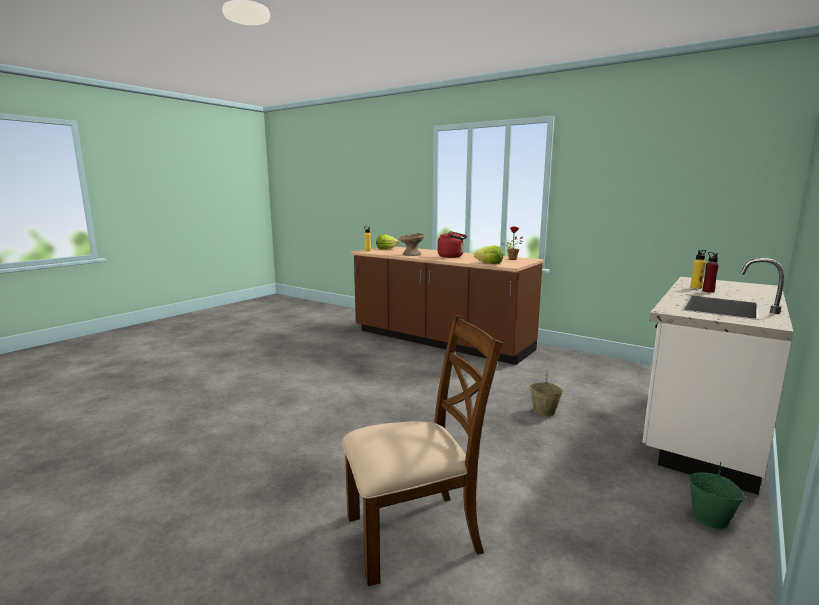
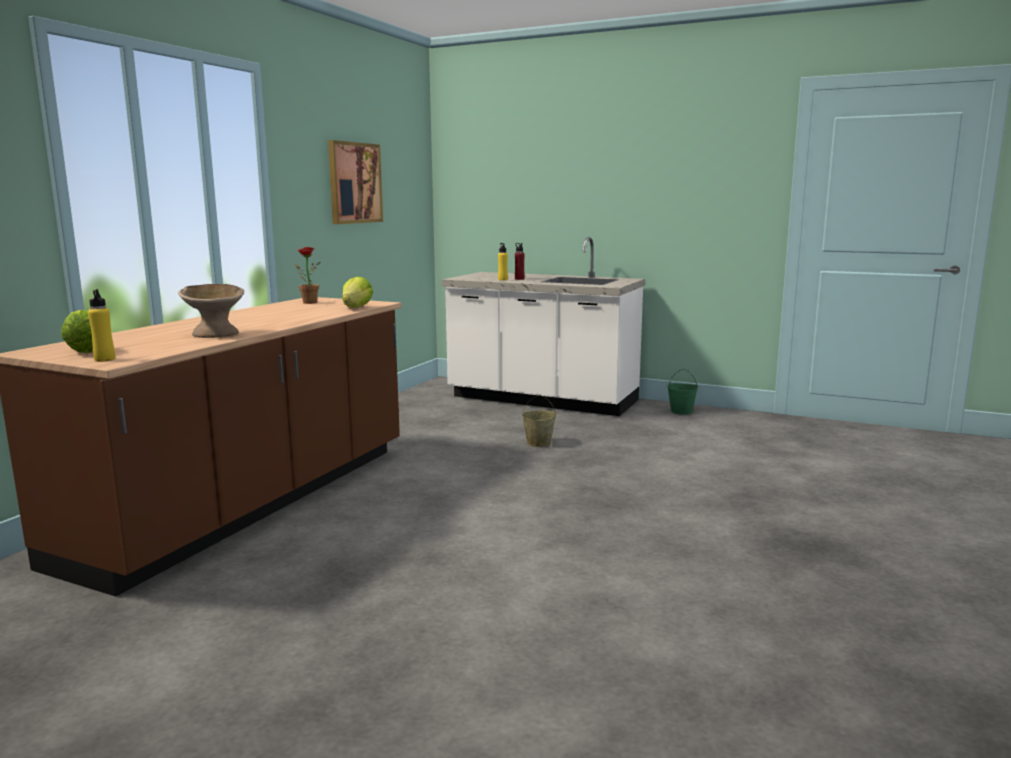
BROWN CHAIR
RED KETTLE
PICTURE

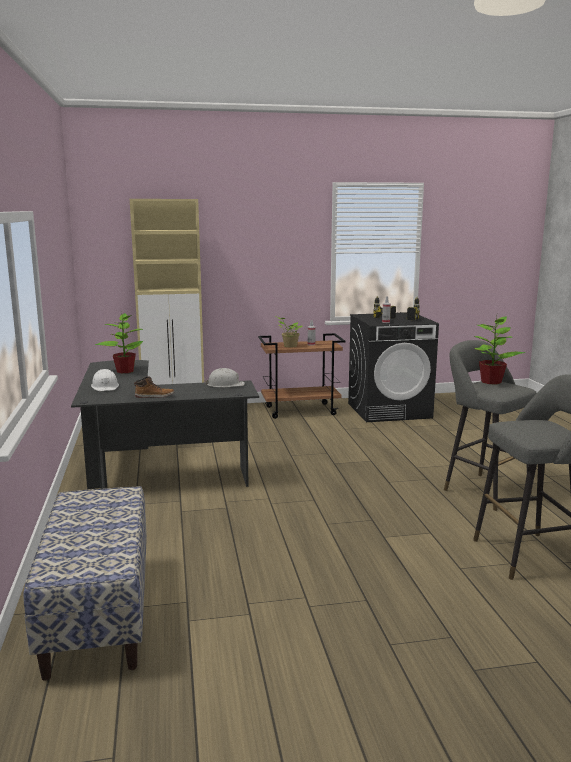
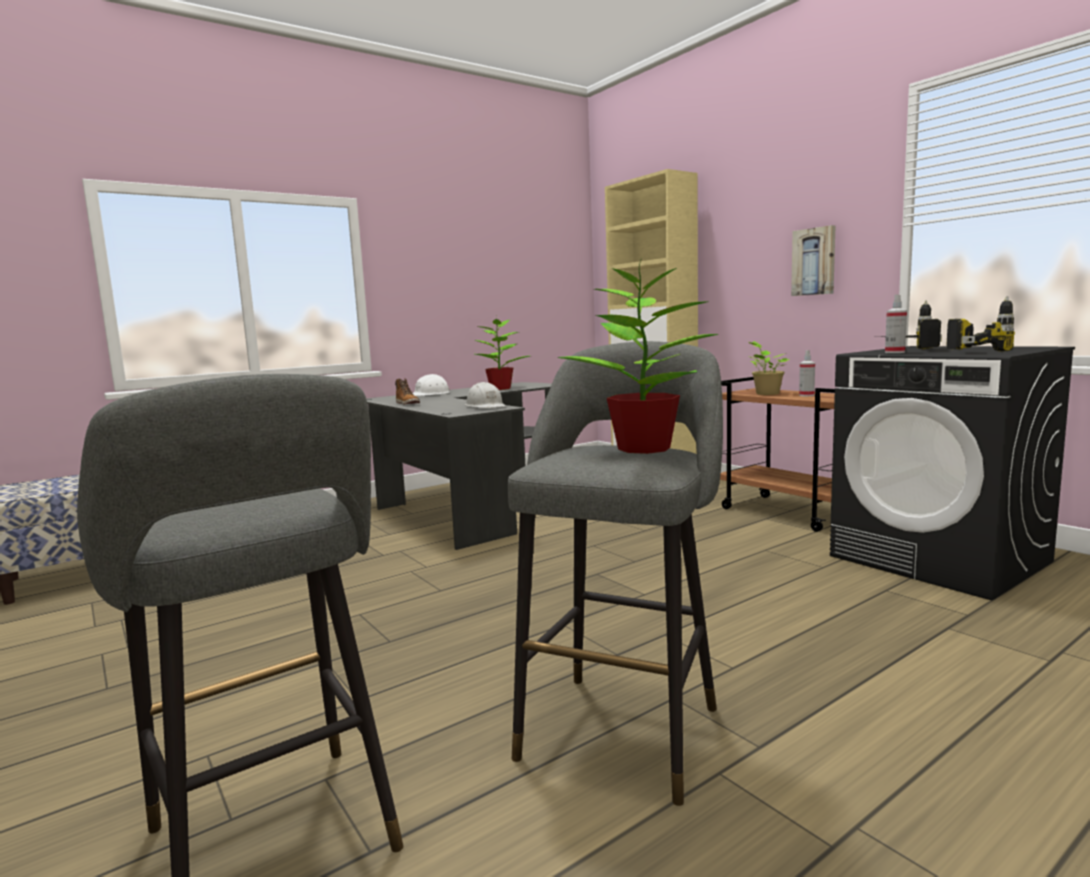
PICTURE

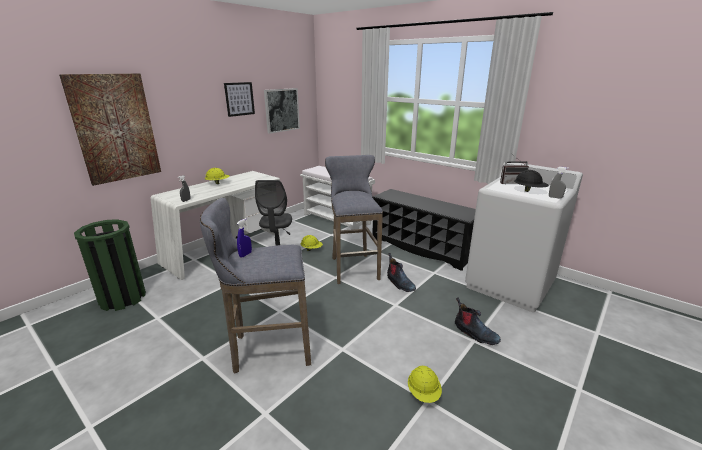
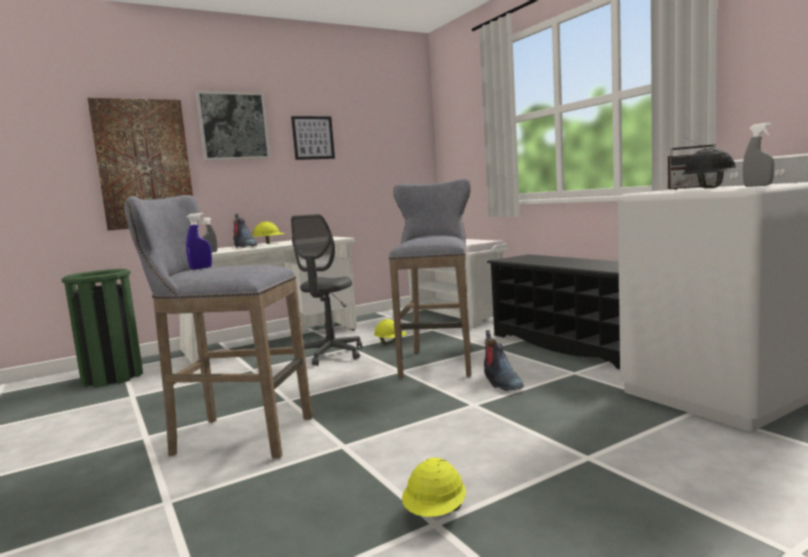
PICTURE (2nd from left)
BOOT (1st from left)

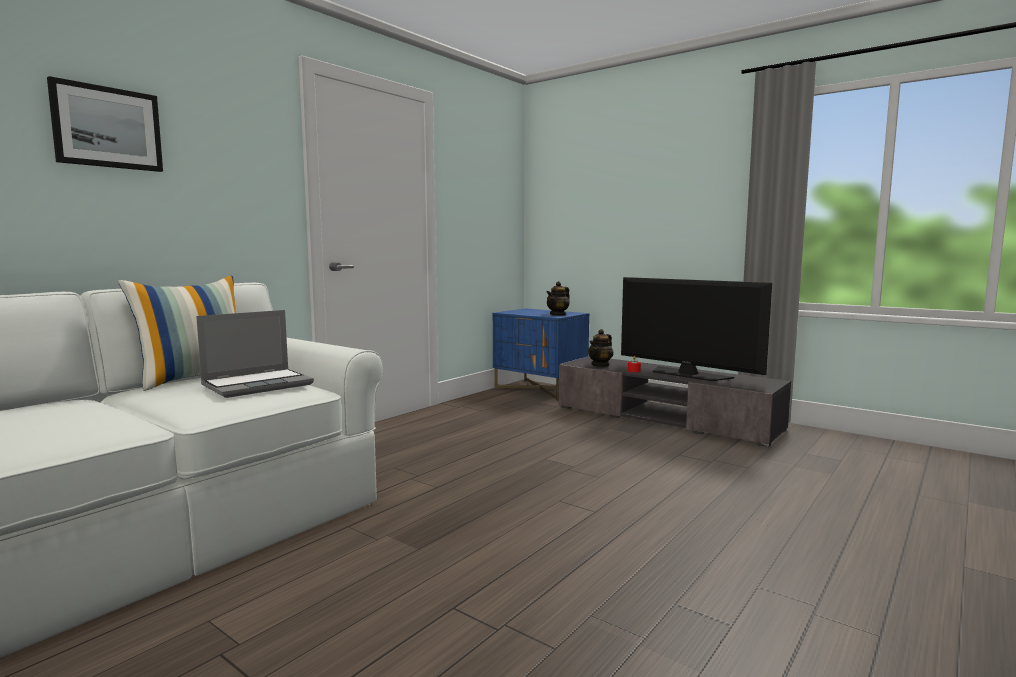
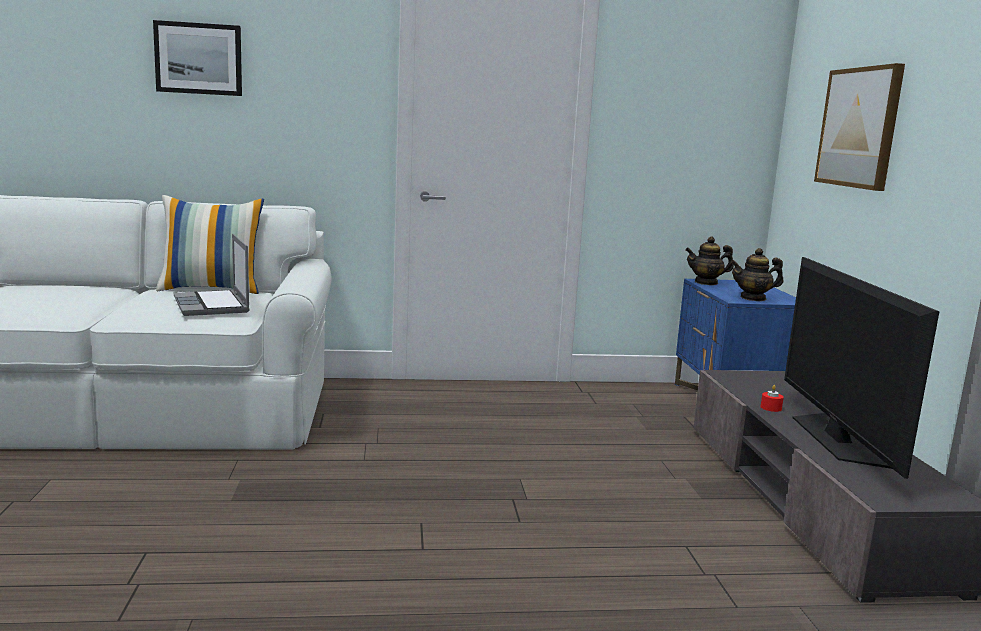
PICTURE (2nd from left)
TEAPOT (1st from left)
LAPTOP

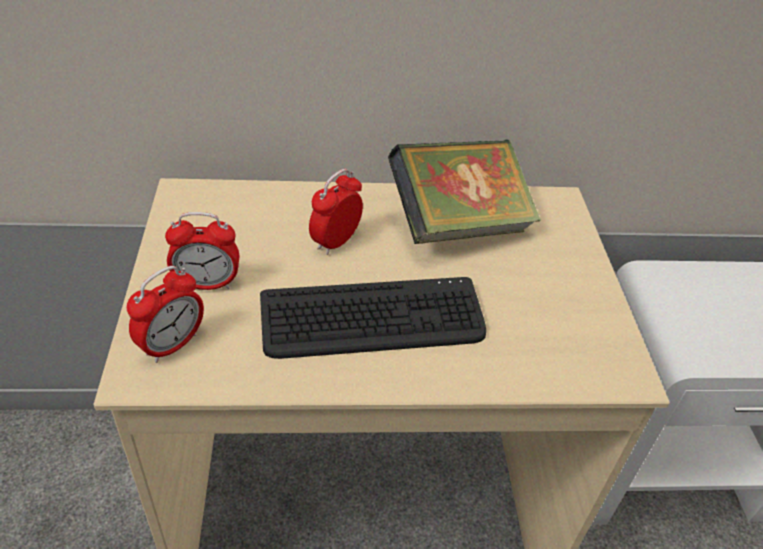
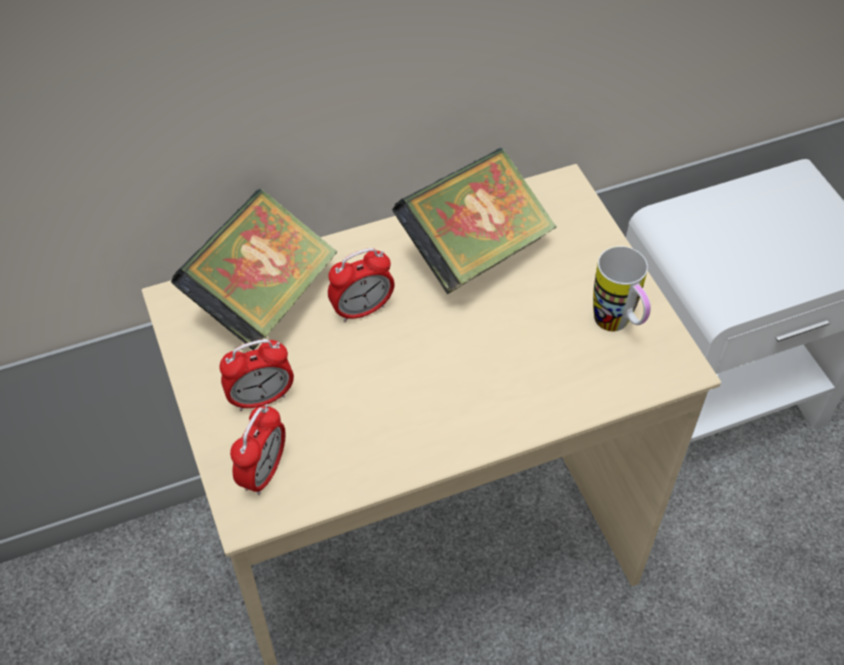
KEYBOARD
BOOK (1st from left)
MUG
ALARM CLOCK (3rd from left)

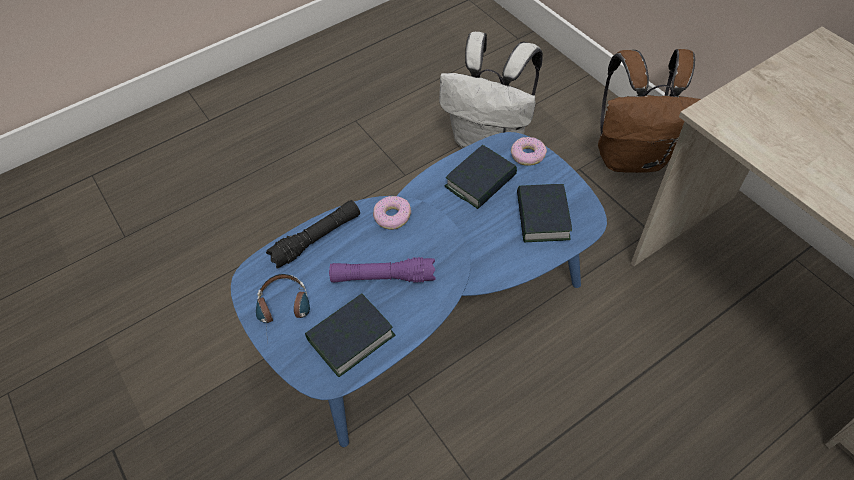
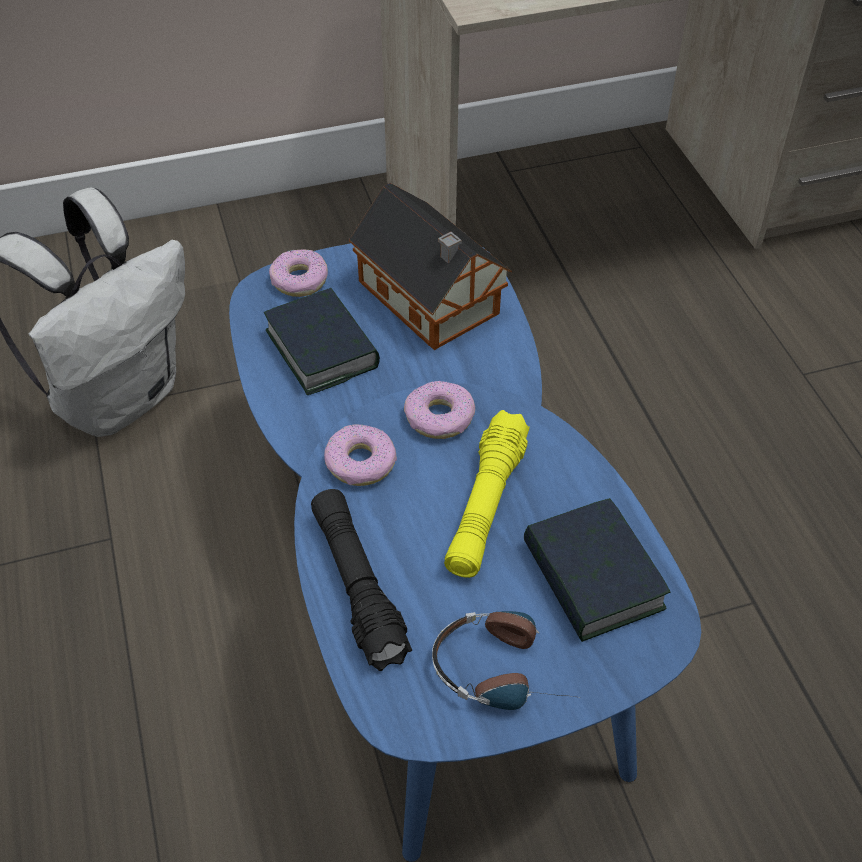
BROWN BACKPACK
DONUT (3rd from left)
TOY HOUSE
YELLOW FLASHLIGHT

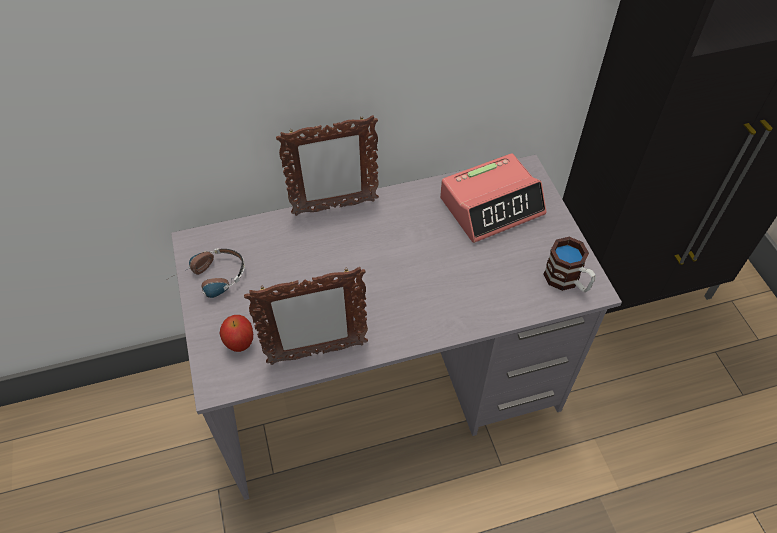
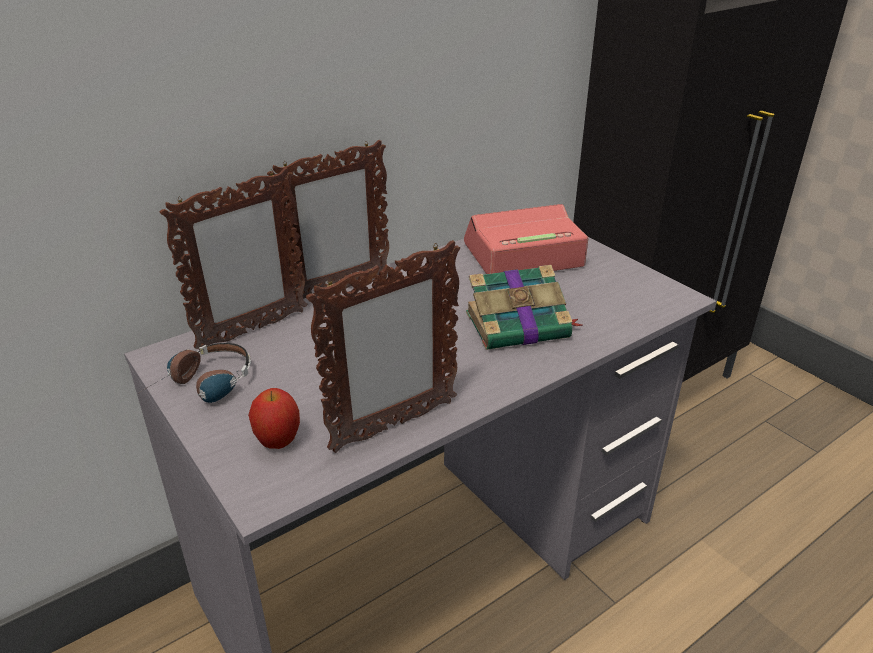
MUG
PICTURE FRAME (1st from left)
BOOK
ALARM CLOCK

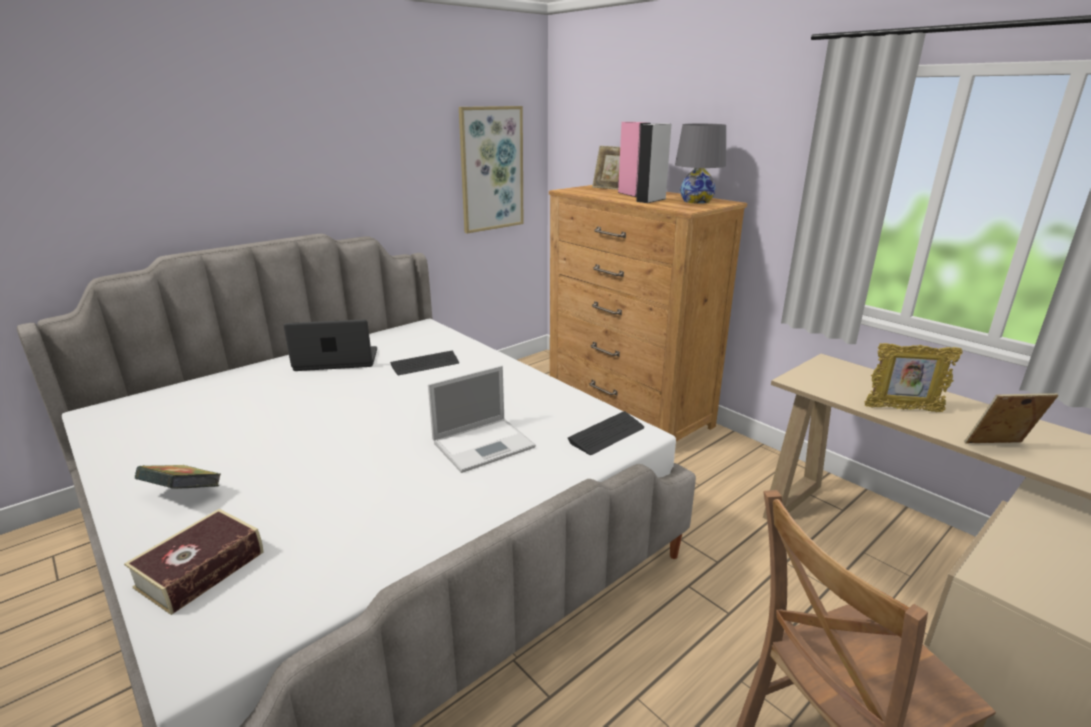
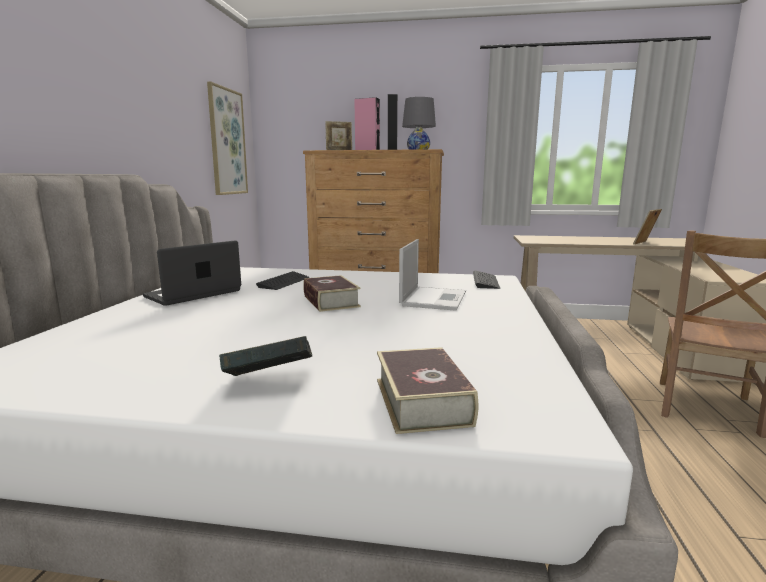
PICTURE FRAME (2nd from left in the first image)
BOOK (2nd from left)

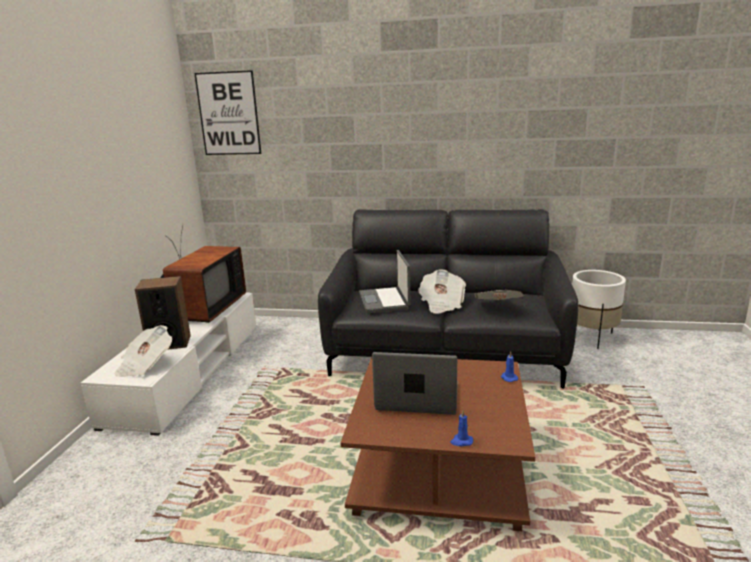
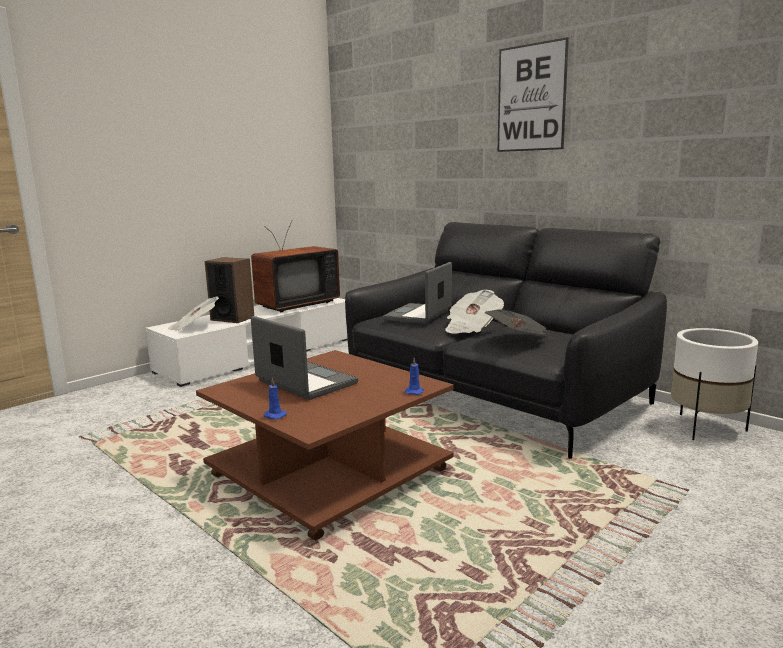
PICTURE

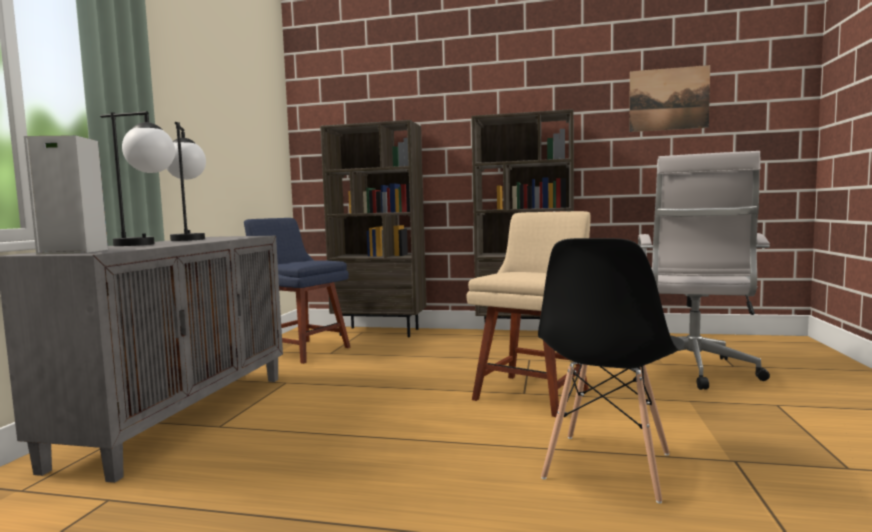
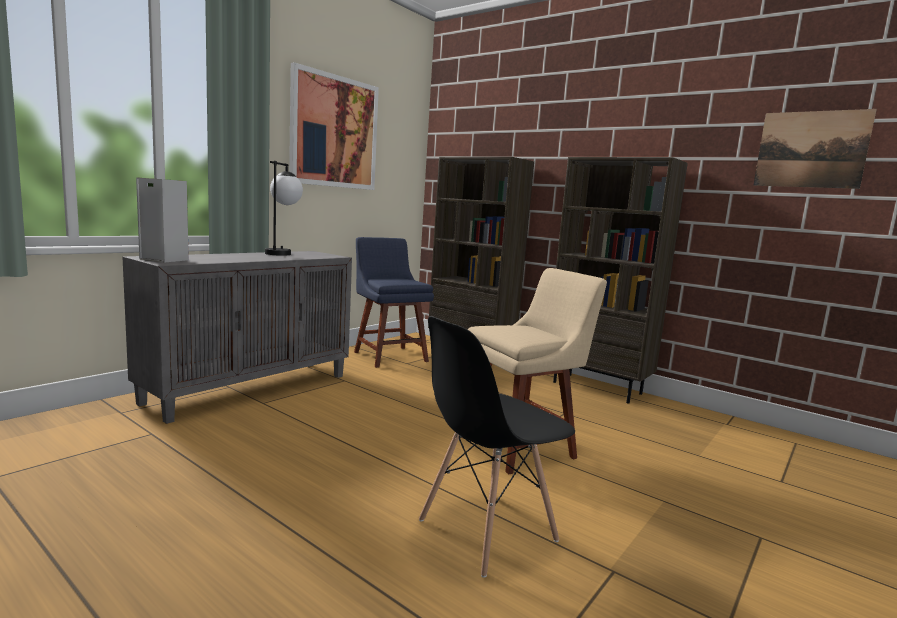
TABLE LAMP (1st from left in the first image)
WHITE OFFICE CHAIR
PICTURE (1st from left)

